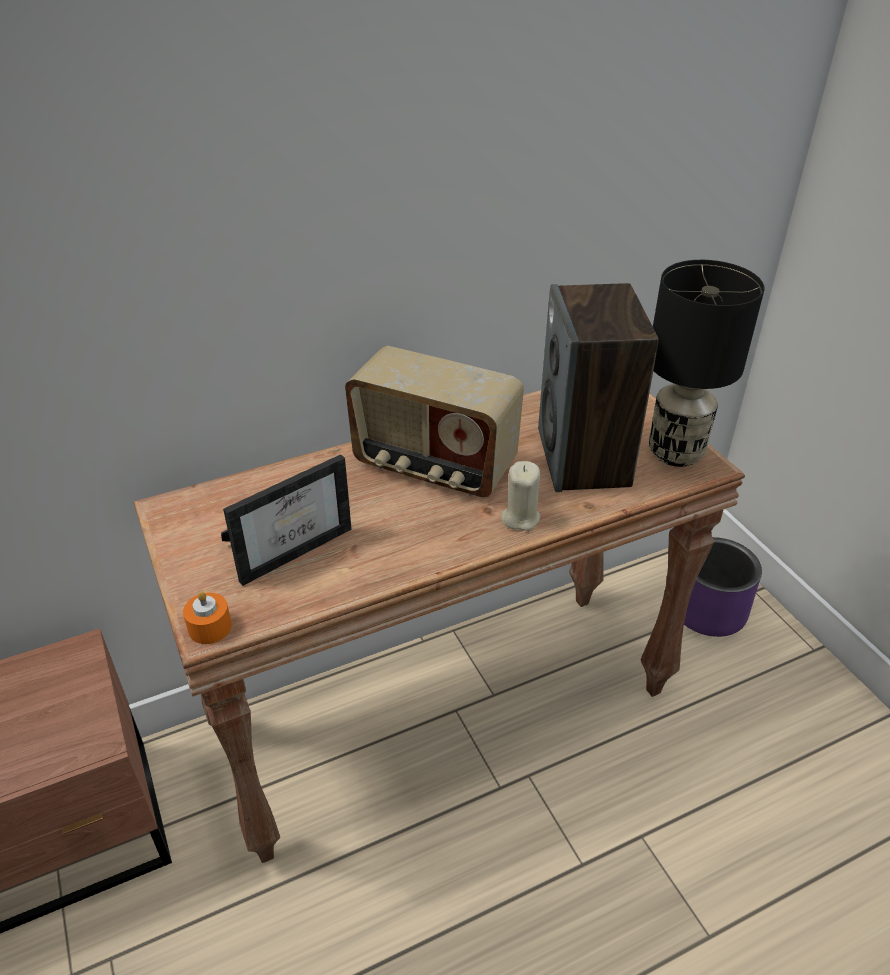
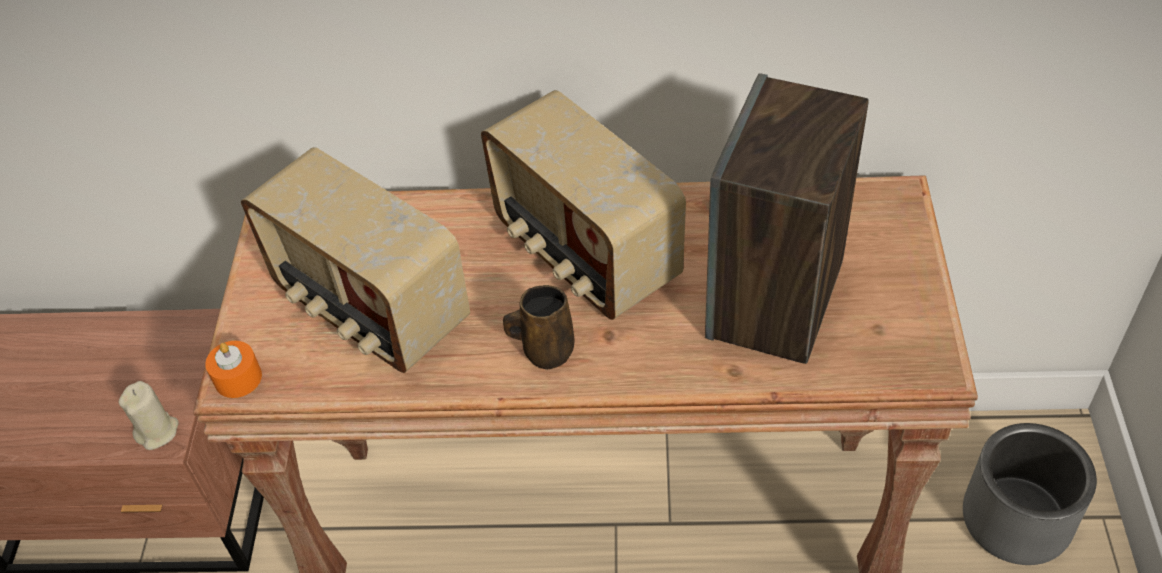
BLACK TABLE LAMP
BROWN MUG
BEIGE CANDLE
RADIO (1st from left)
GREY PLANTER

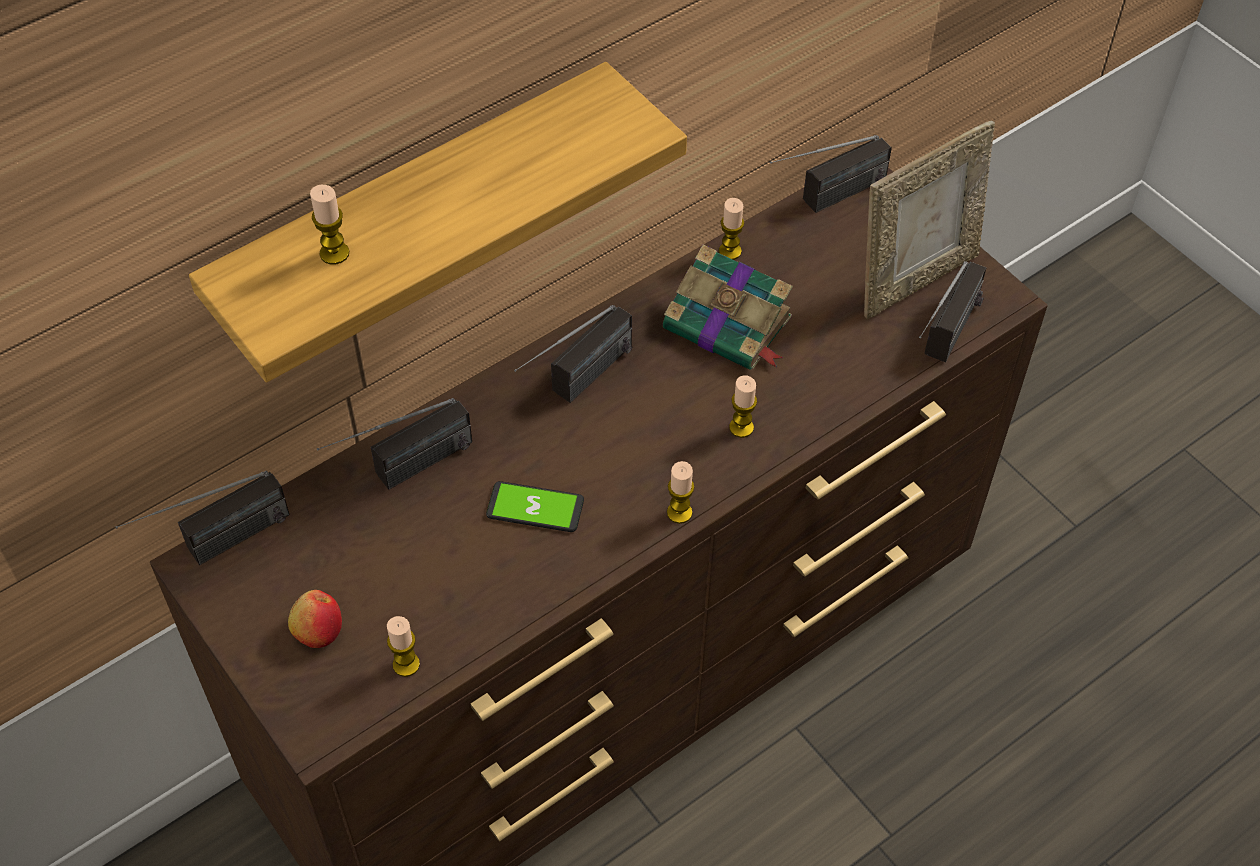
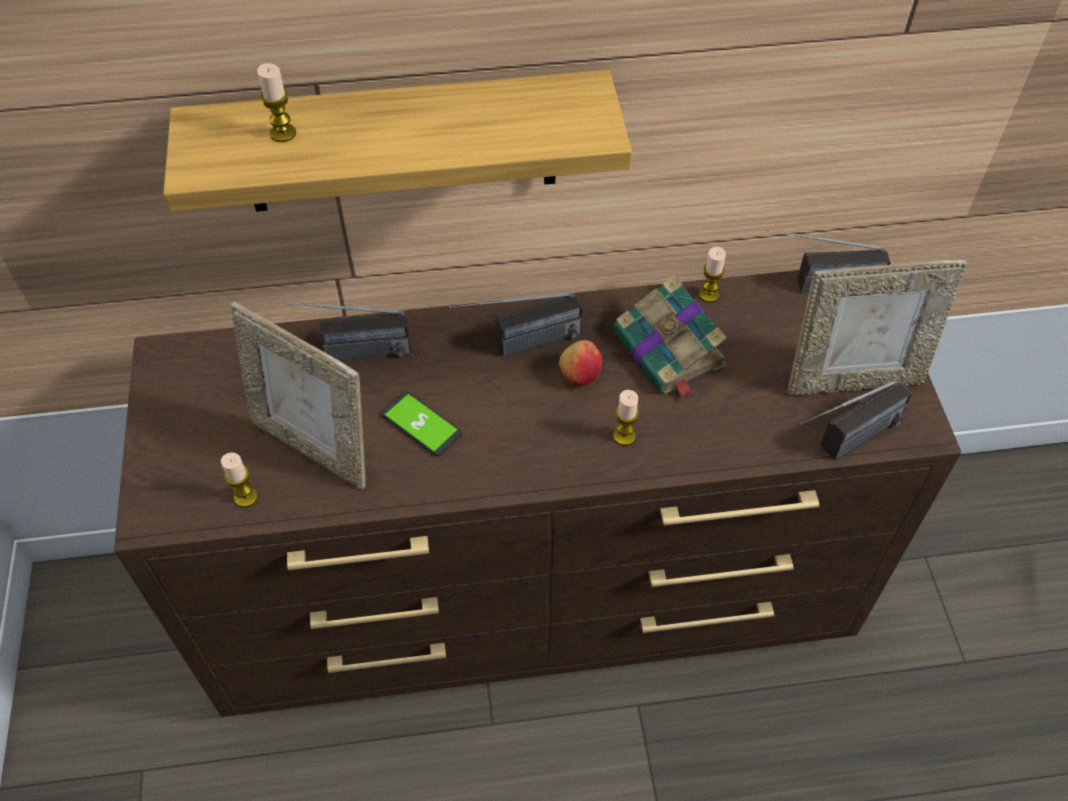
RADIO (1st from left in the first image)
CANDLE (3rd from left in the first image)
PICTURE FRAME (1st from left)
APPLE

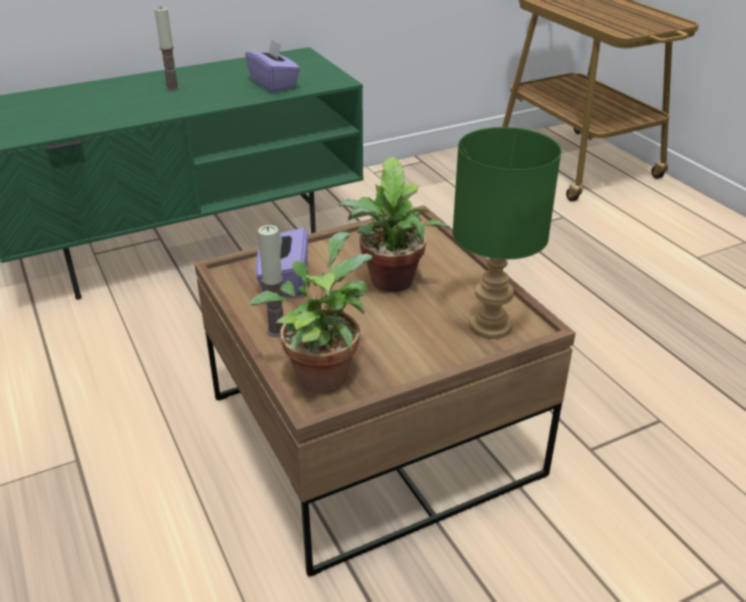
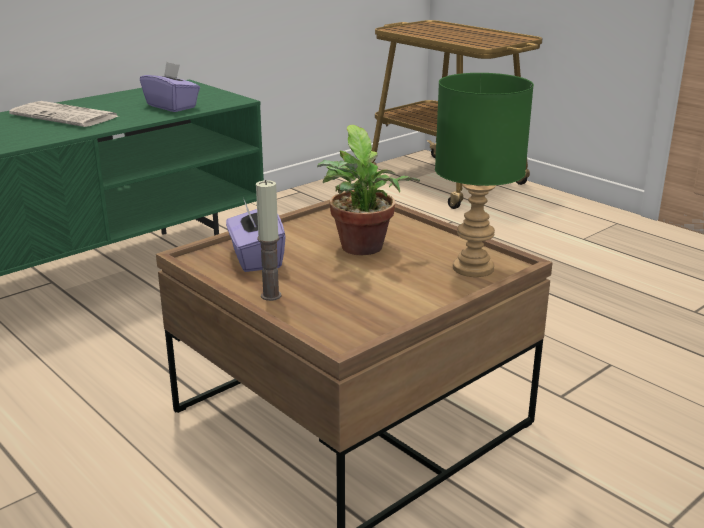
POTTED PLANT (1st from left in the first image)
NEWSPAPER

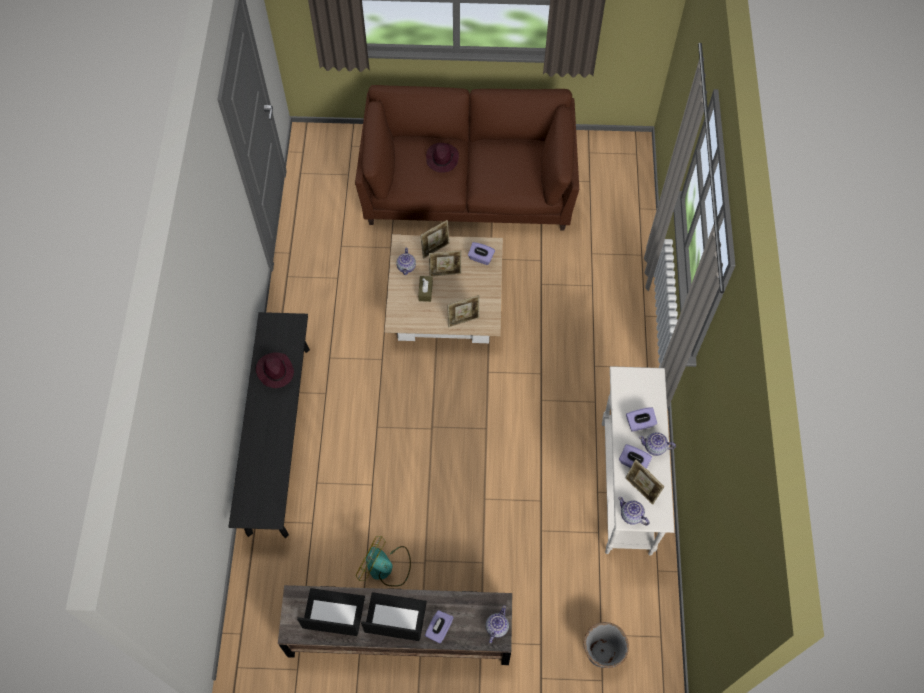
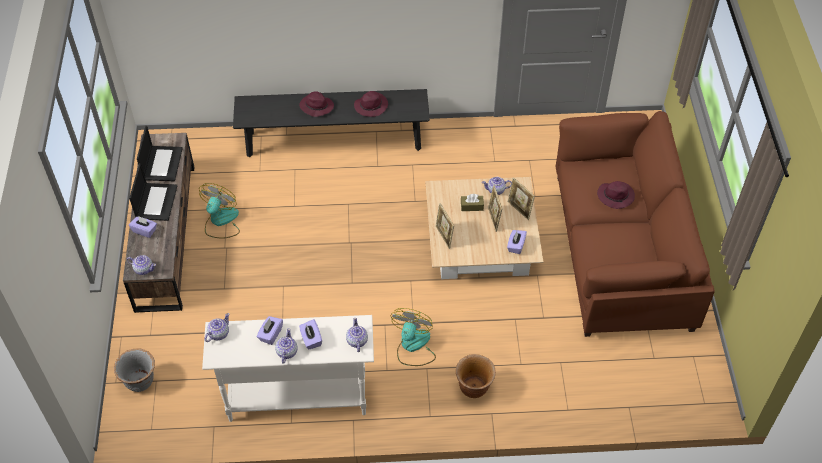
PICTURE FRAME (4th from left in the first image)
PURPLE HAT (1st from left)
TEAPOT (4th from left)
FAN (2nd from left)
BROWN PLANTER

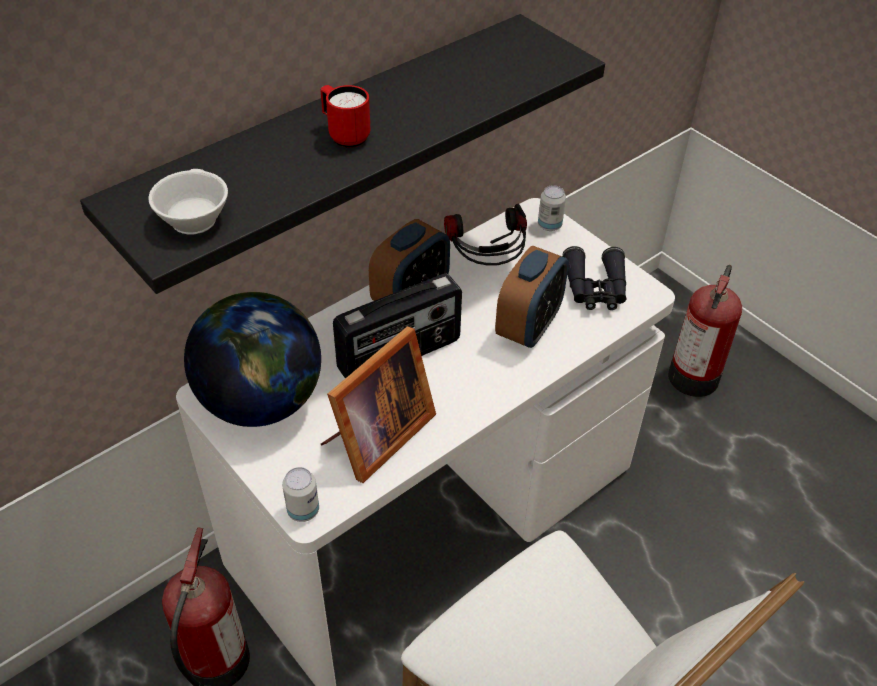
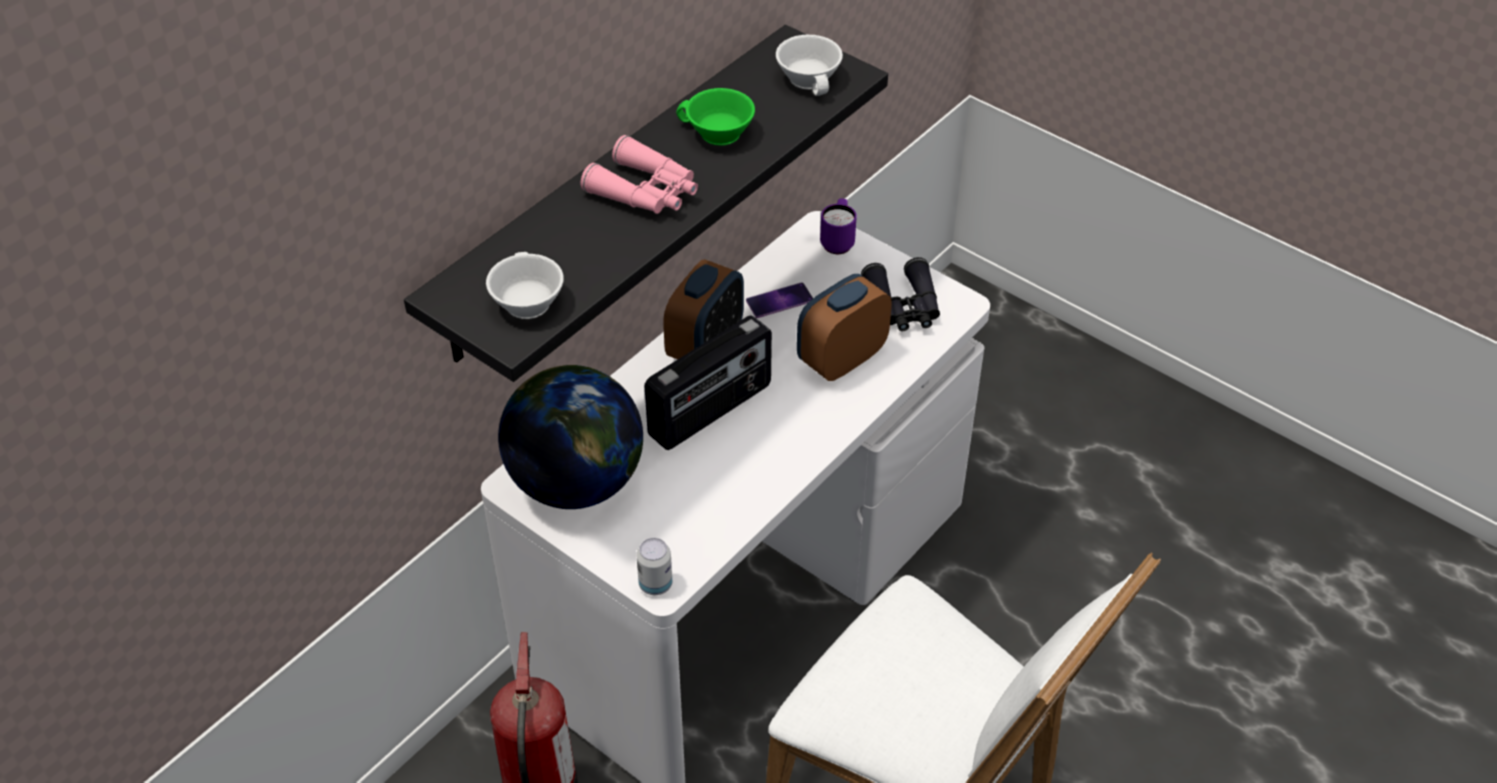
PICTURE FRAME
FIRE EXTINGUISHER (2nd from left in the first image)
GREEN CUP
WHITE CUP (2nd from left)
PINK BINOCULARS
PHONE
PURPLE MUG
ALARM CLOCK (2nd from left)

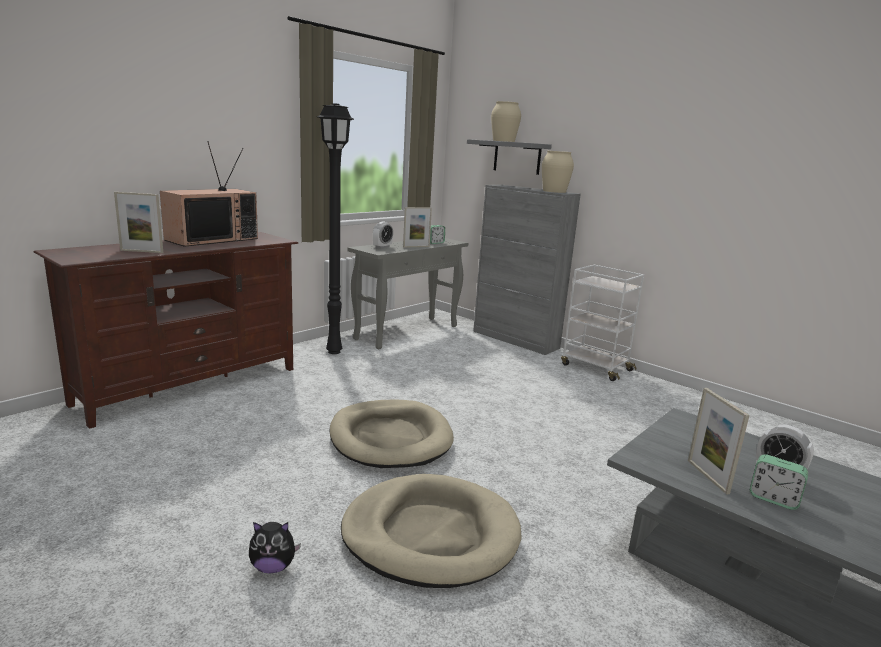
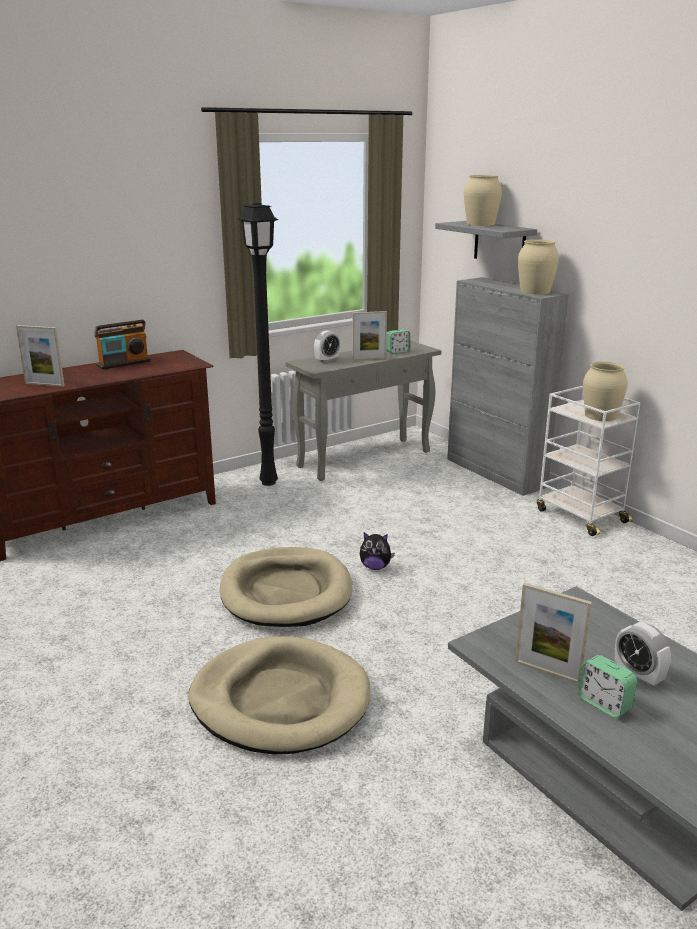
BEIGE VASE (3rd from left)
PLUSH TOY
RADIO
PICTURE FRAME (3rd from left)

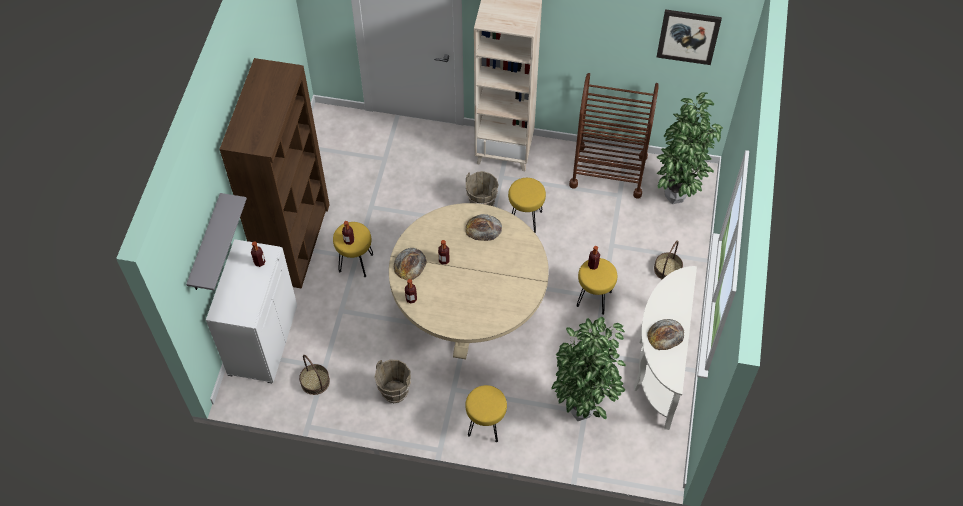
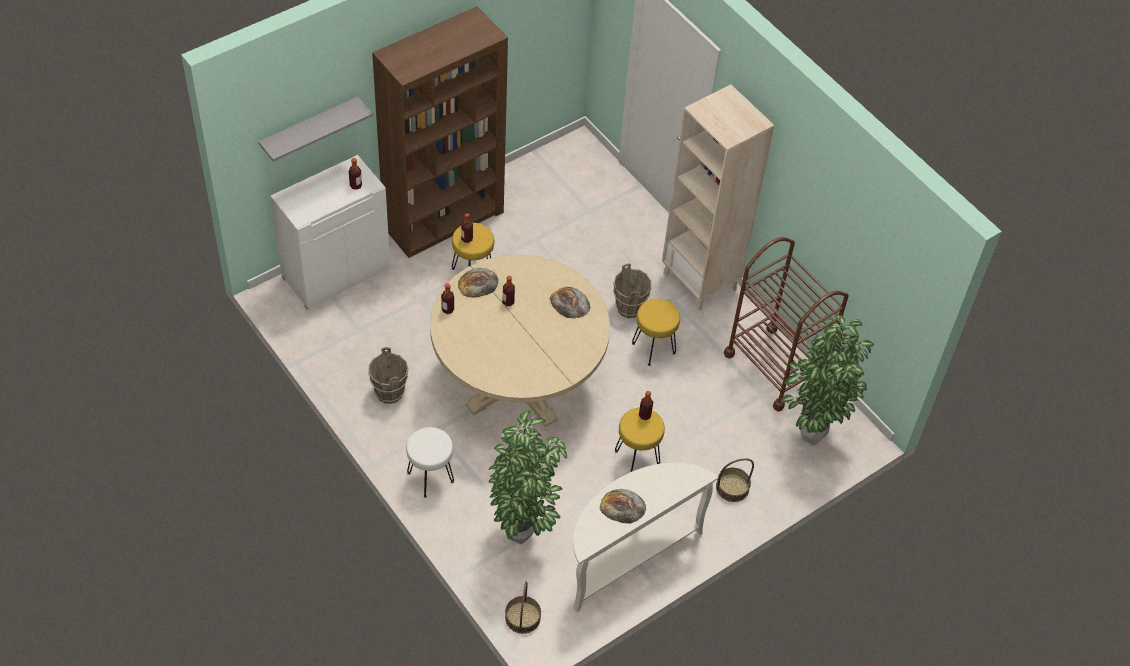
PICTURE
BASKET (1st from left)
WHITE STOOL

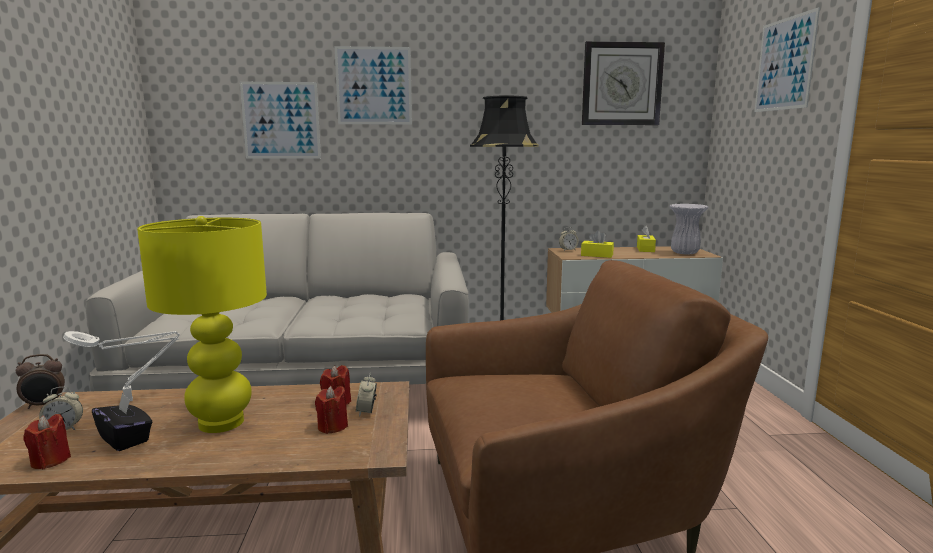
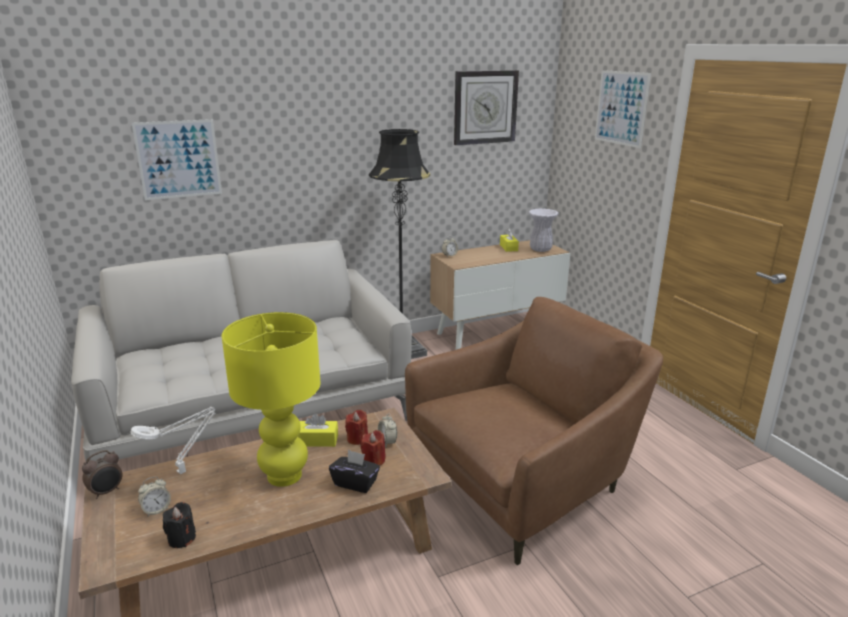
PICTURE (2nd from left in the first image)
BLACK TISSUE BOX
YELLOW TISSUE BOX (1st from left)
BLACK CANDLE

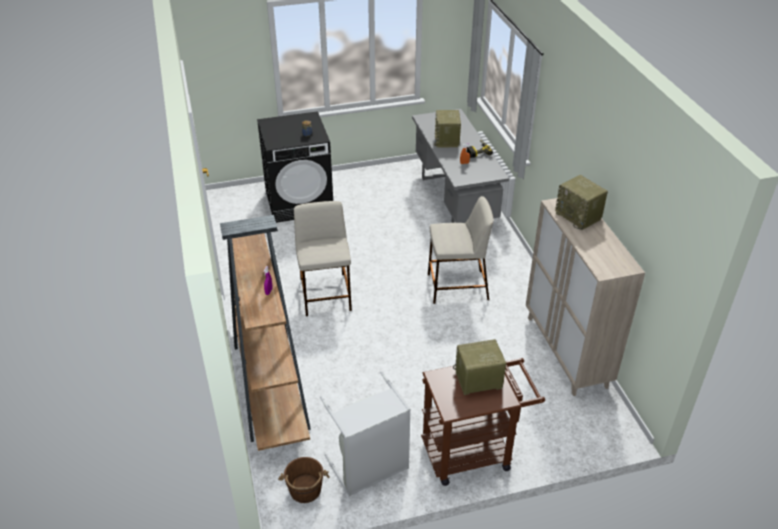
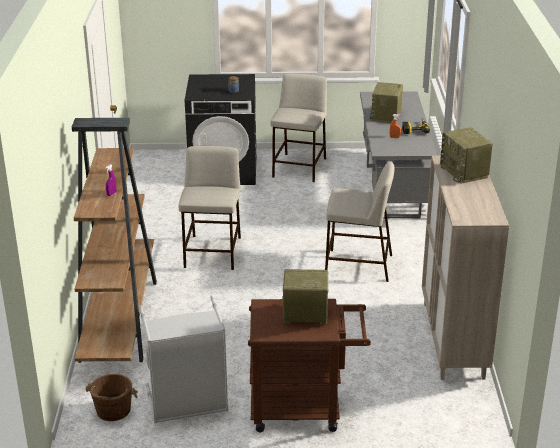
BEIGE STOOL (2nd from left)

